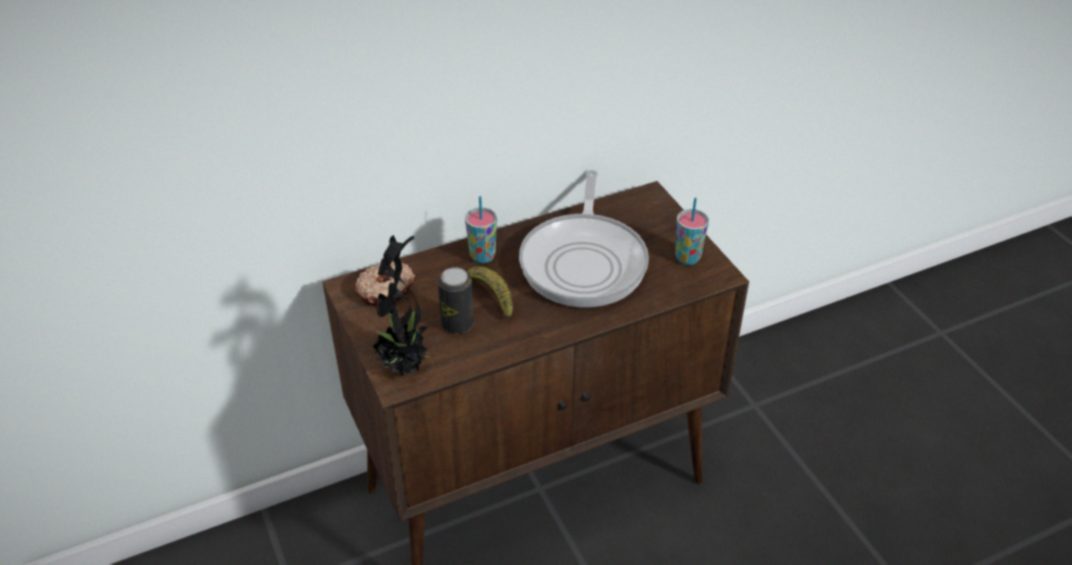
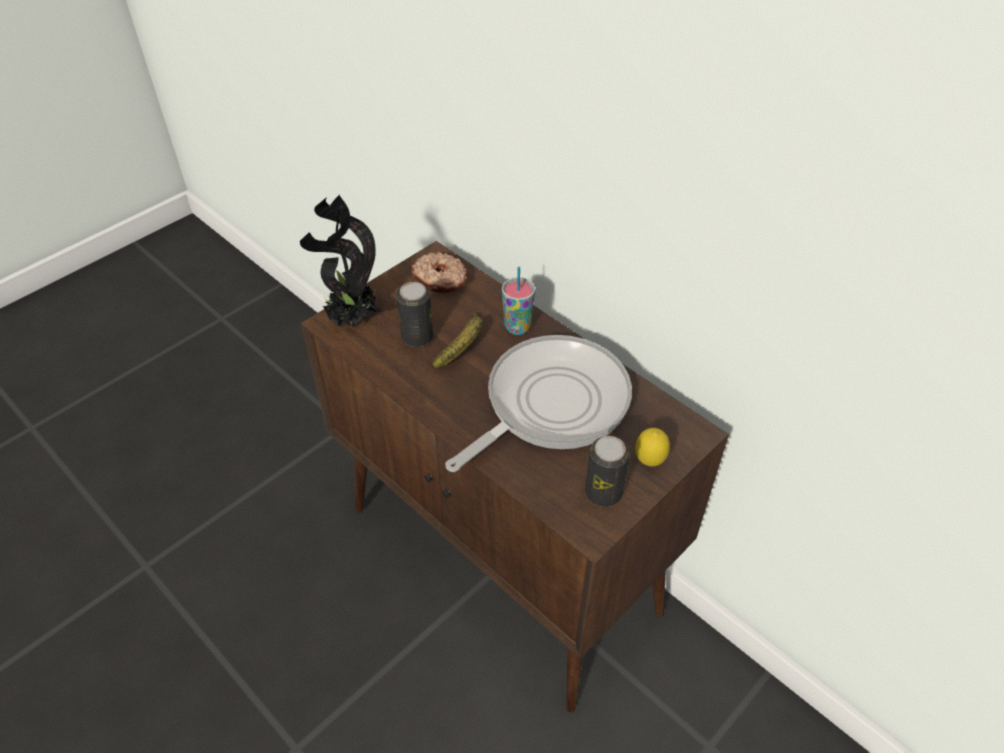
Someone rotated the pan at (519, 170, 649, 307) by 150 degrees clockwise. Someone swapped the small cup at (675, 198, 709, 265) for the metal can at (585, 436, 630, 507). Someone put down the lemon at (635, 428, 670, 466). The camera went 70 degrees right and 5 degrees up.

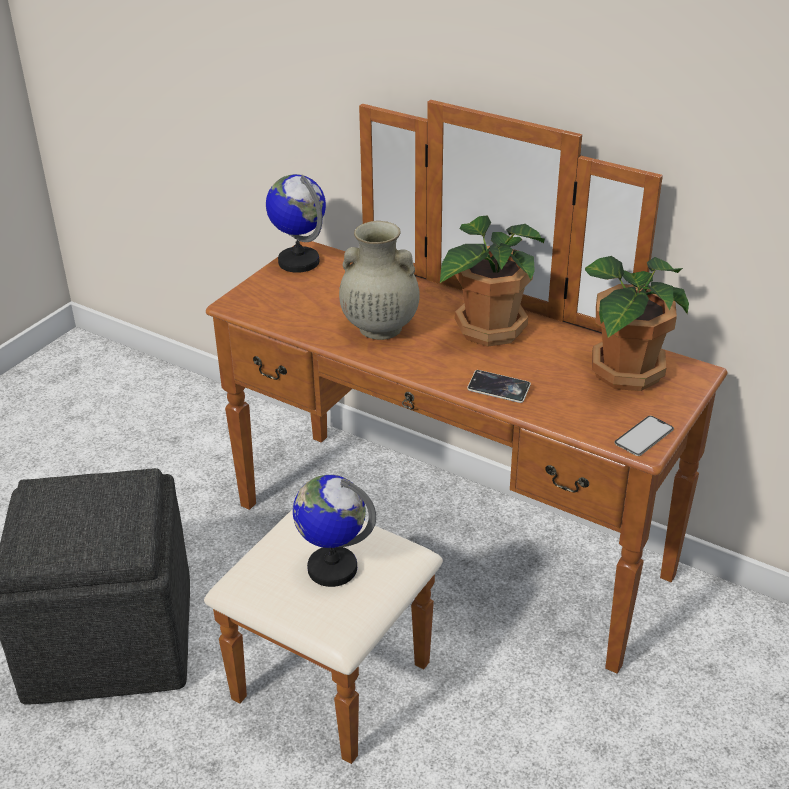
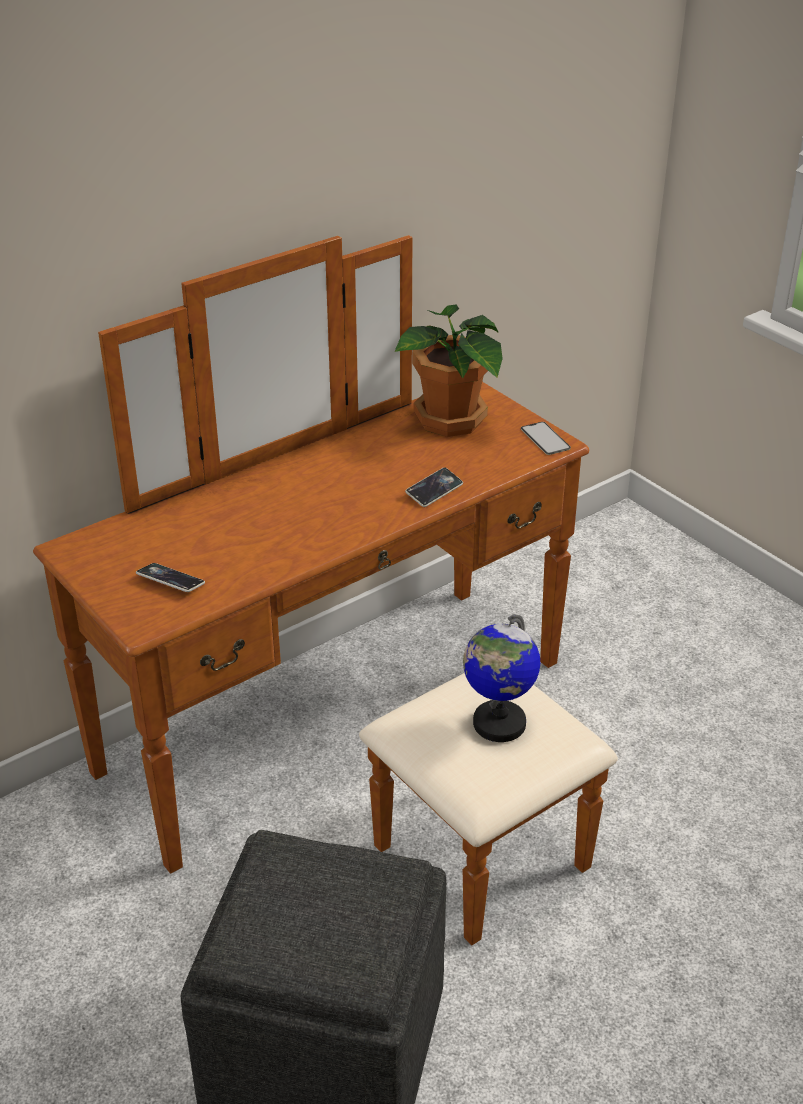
Someone put down the handset at (136, 563, 205, 592). Someone took away the globe at (266, 174, 326, 273). Someone took away the sand-coloured flower vase at (339, 221, 420, 340). Someone took away the potted plant at (440, 215, 545, 347). The camera went 70 degrees left and 0 degrees up.

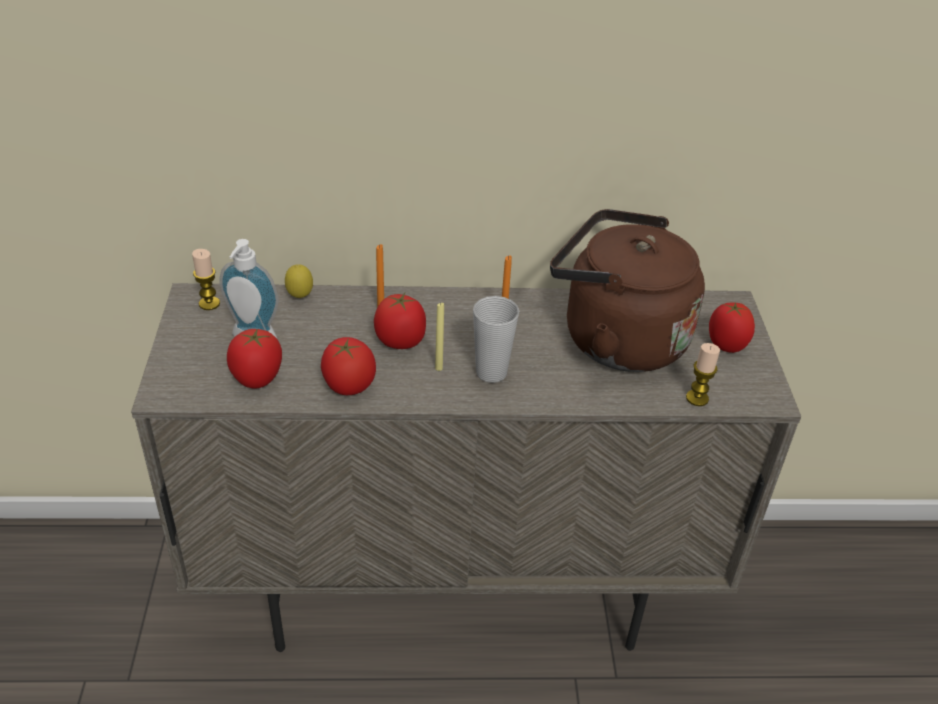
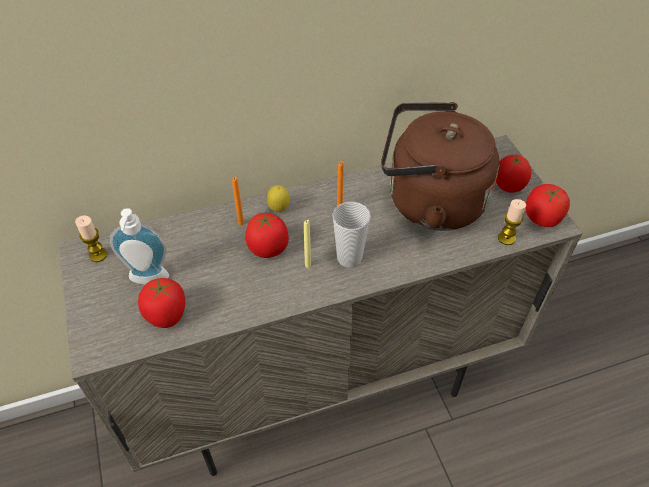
Someone carried the lemon from (285, 264, 313, 298) to (267, 185, 290, 212). Someone carried the whole tomato from (321, 337, 376, 395) to (525, 184, 570, 227). The camera went 15 degrees left and 10 degrees up.

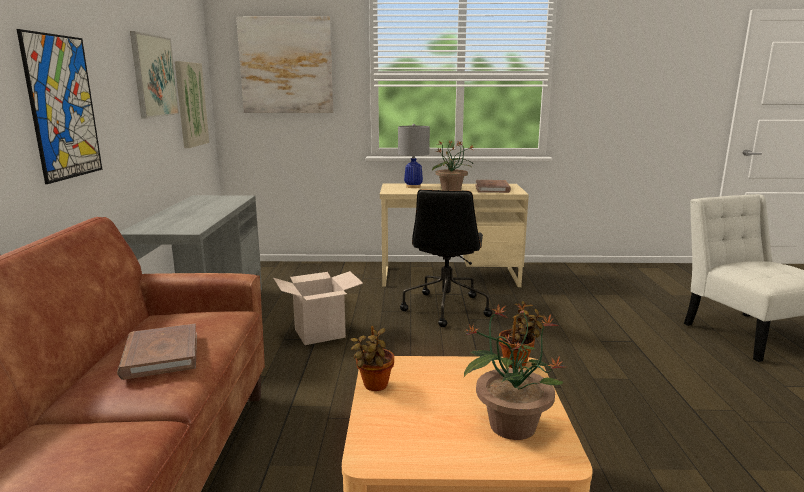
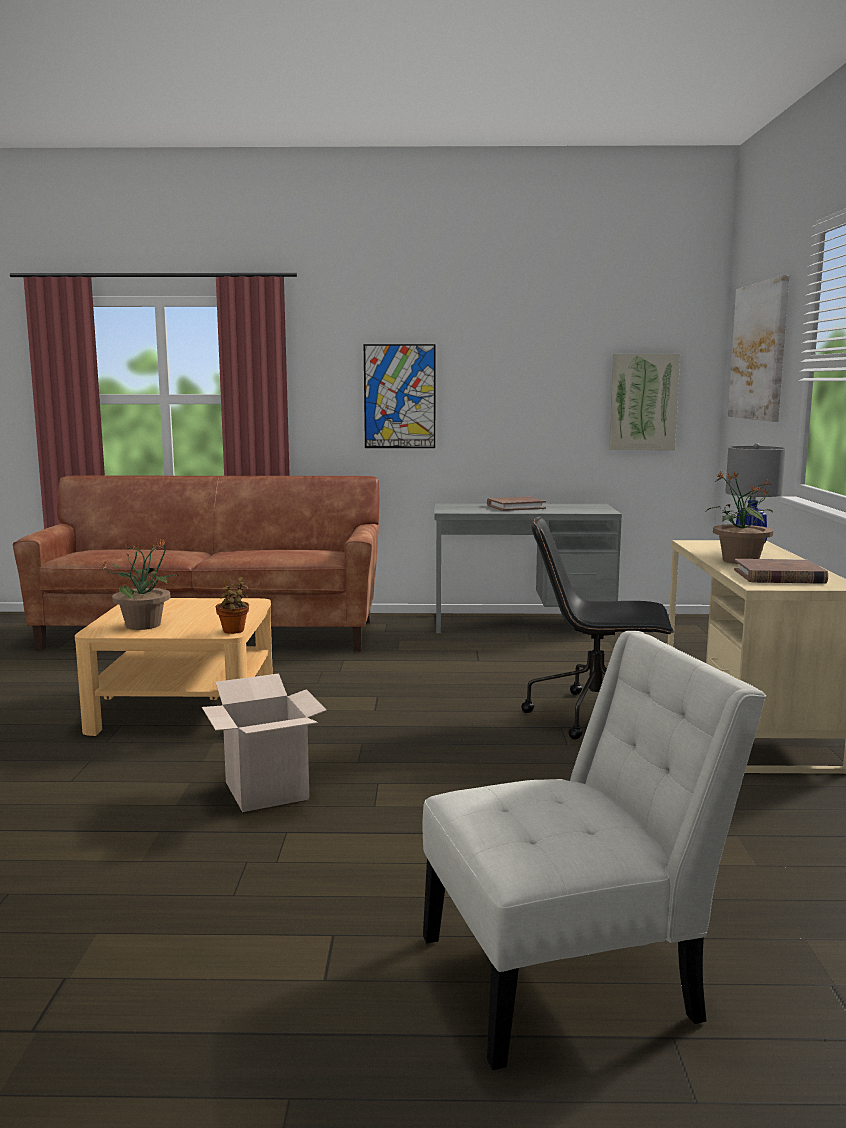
Someone carried the cardboard box from (273, 271, 363, 345) to (202, 673, 327, 812). Someone carried the brown-coloured bound book from (117, 324, 197, 380) to (487, 496, 546, 511). Someone took away the picture at (130, 31, 179, 119). Someone took away the potted plant at (350, 326, 394, 391). The camera went 90 degrees right and 5 degrees down.

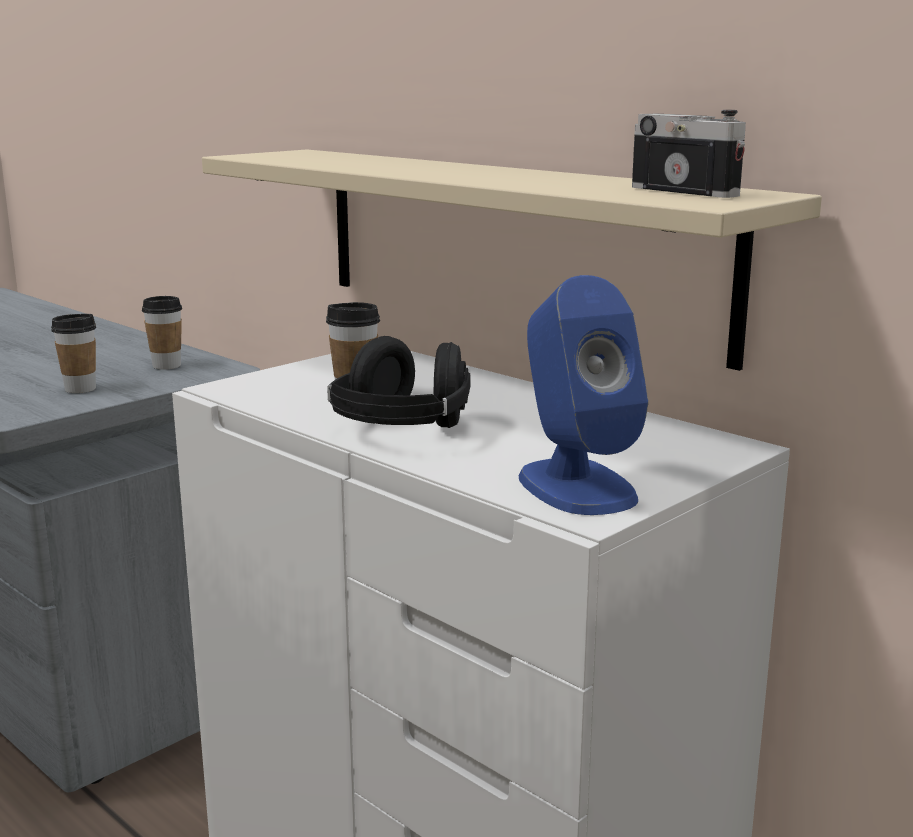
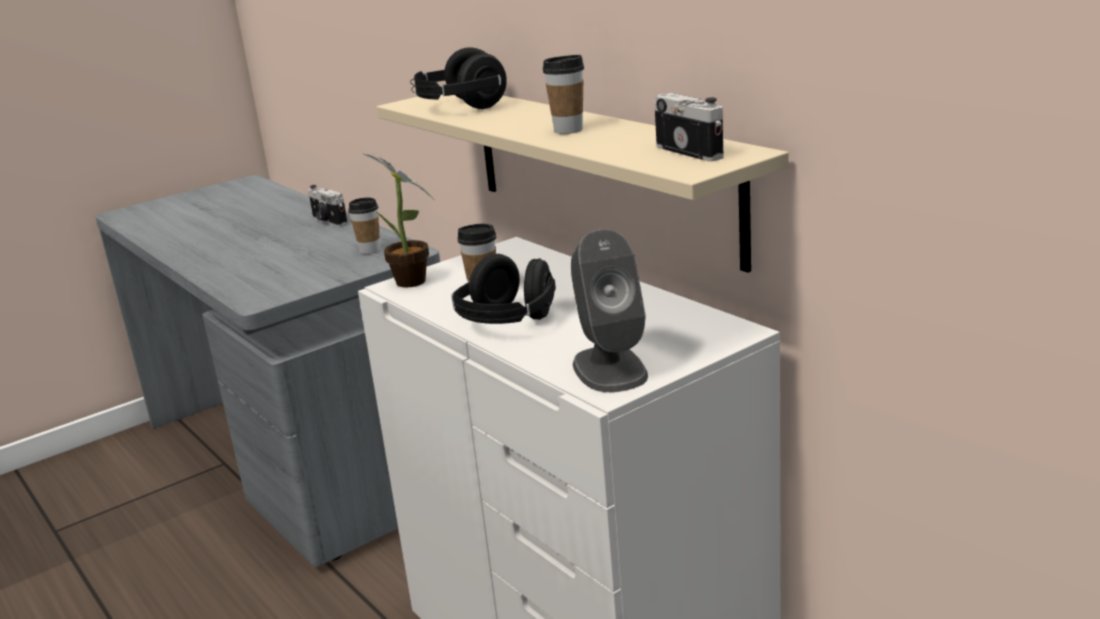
Someone put down the still camera at (308, 185, 348, 227). Someone put down the potted plant at (363, 153, 433, 288). Someone put down the black headset at (410, 47, 507, 109). Someone carried the small cup from (51, 314, 96, 393) to (543, 55, 584, 134). Someone repainted the blue-coloured speaker at (519, 275, 649, 515), which became the grey speaker at (571, 229, 648, 392). The camera went 10 degrees right and 5 degrees up.

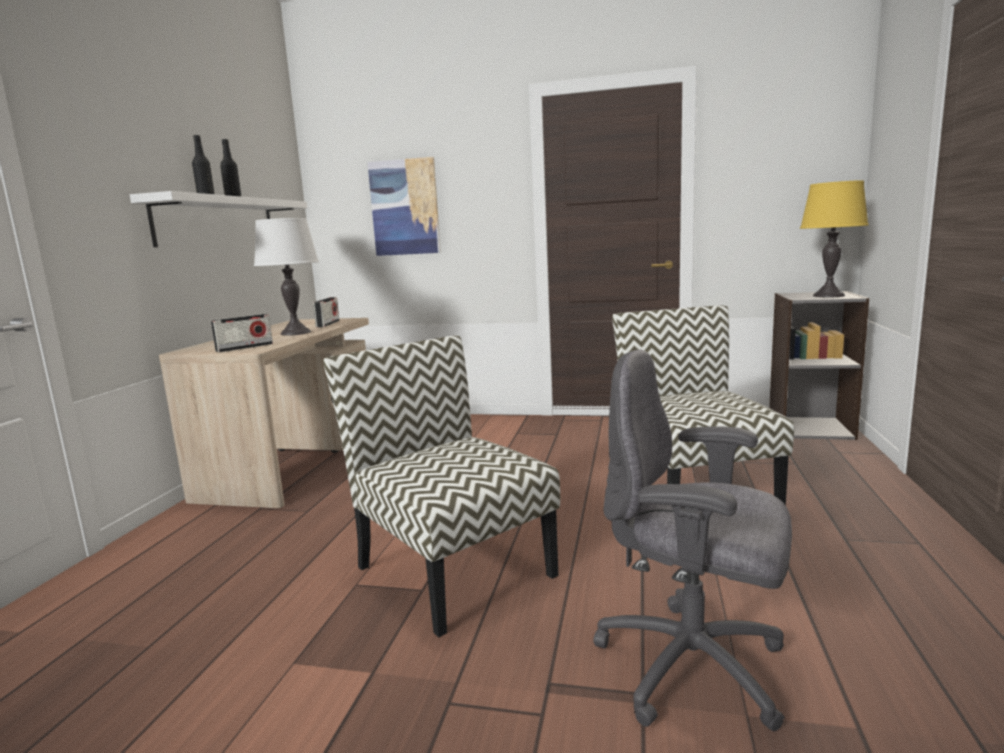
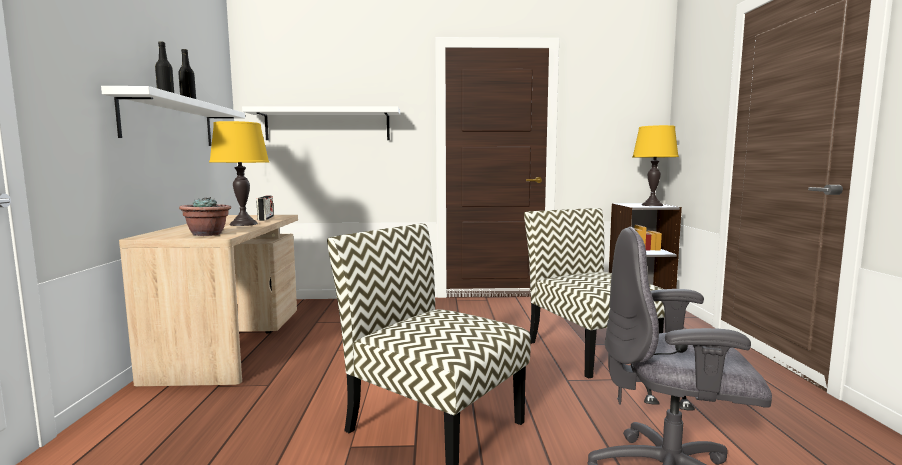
Someone swapped the radio receiver at (211, 314, 273, 352) for the potted plant at (179, 197, 231, 236). Someone repainted the white lamp for a table at (254, 218, 319, 336), which became the yellow-coloured lamp for a table at (209, 121, 269, 226). Someone swapped the picture at (367, 157, 441, 256) for the white wall shelf at (242, 106, 400, 140). The camera went 15 degrees left and 5 degrees down.

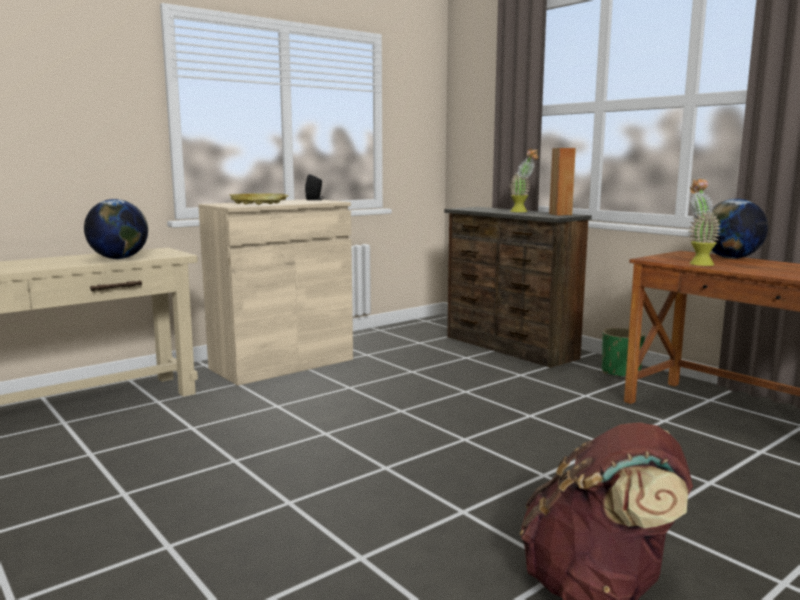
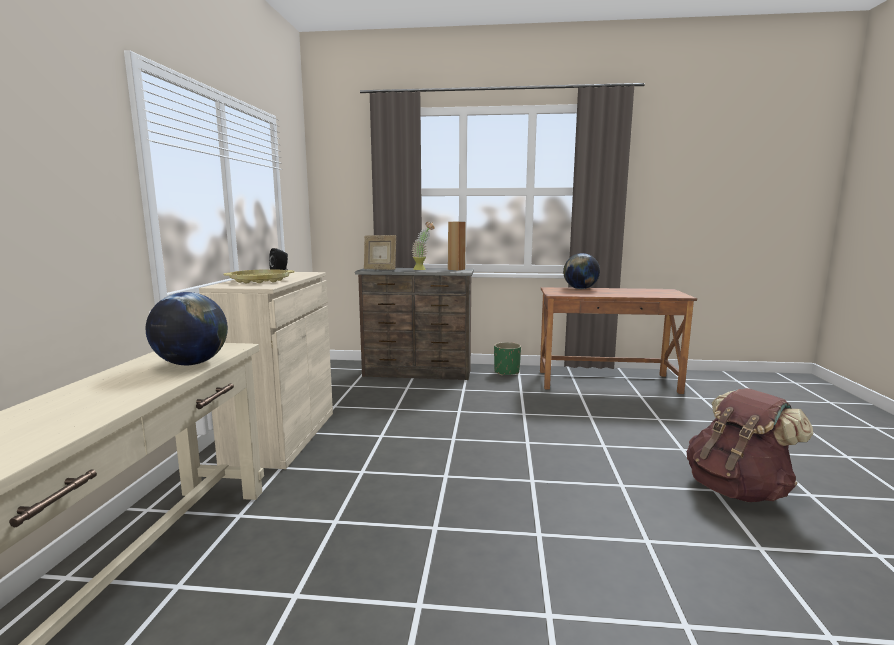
Someone put down the standing frame at (364, 235, 396, 270). Someone took away the potted plant at (689, 179, 721, 266). The camera went 45 degrees left and 0 degrees up.

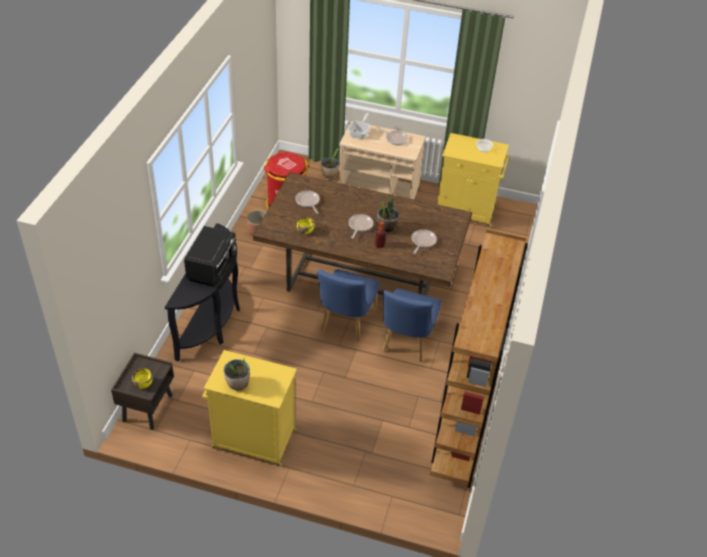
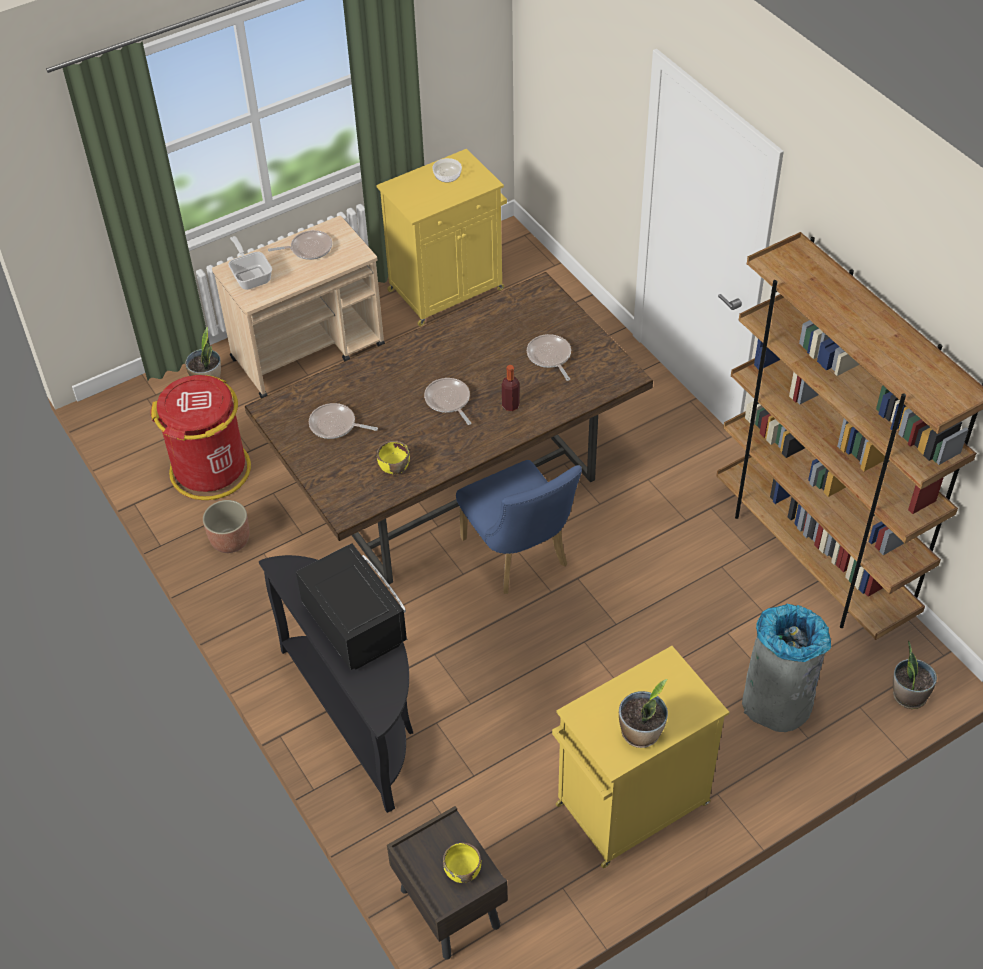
Someone put down the grey waste bin at (742, 603, 831, 732). Someone carried the potted plant from (377, 195, 399, 234) to (893, 641, 937, 709). Someone took away the blue-coloured upright chair at (382, 288, 442, 362). The camera went 45 degrees left and 5 degrees up.

